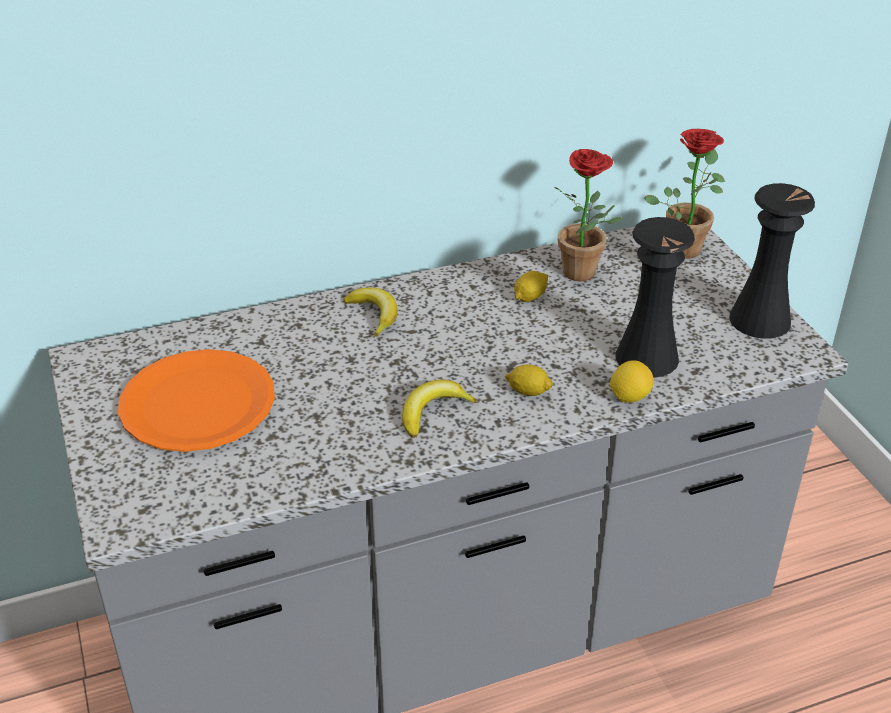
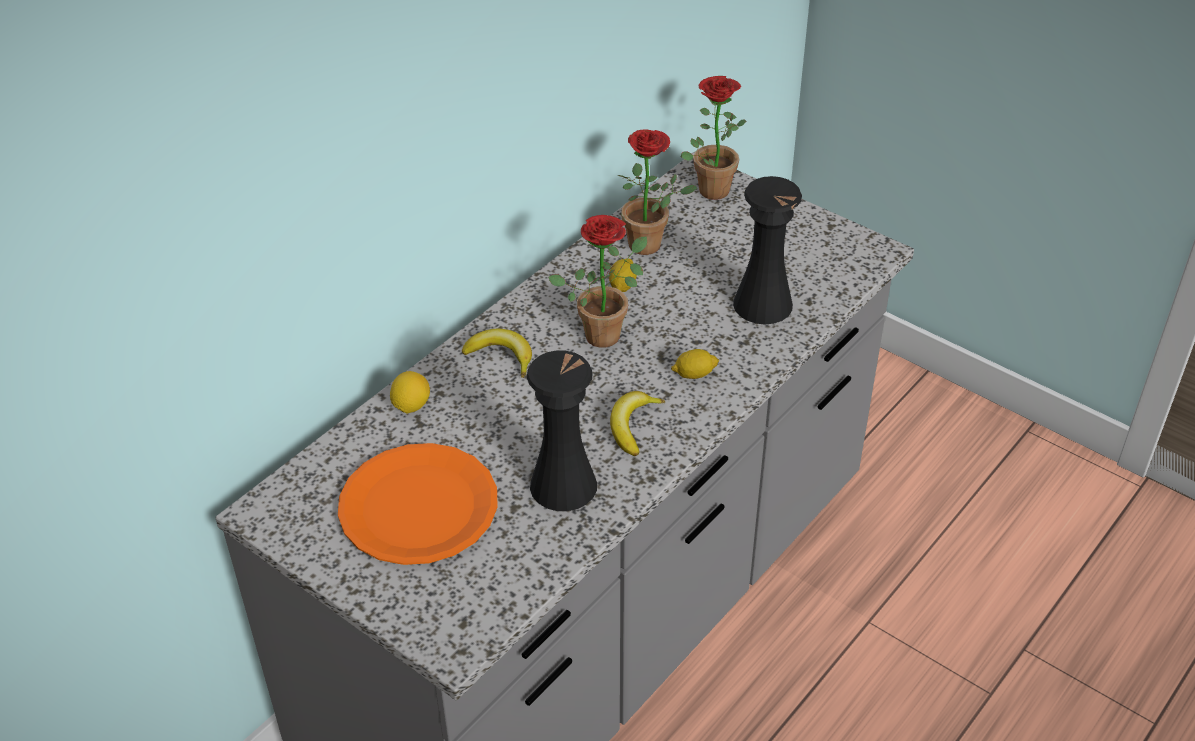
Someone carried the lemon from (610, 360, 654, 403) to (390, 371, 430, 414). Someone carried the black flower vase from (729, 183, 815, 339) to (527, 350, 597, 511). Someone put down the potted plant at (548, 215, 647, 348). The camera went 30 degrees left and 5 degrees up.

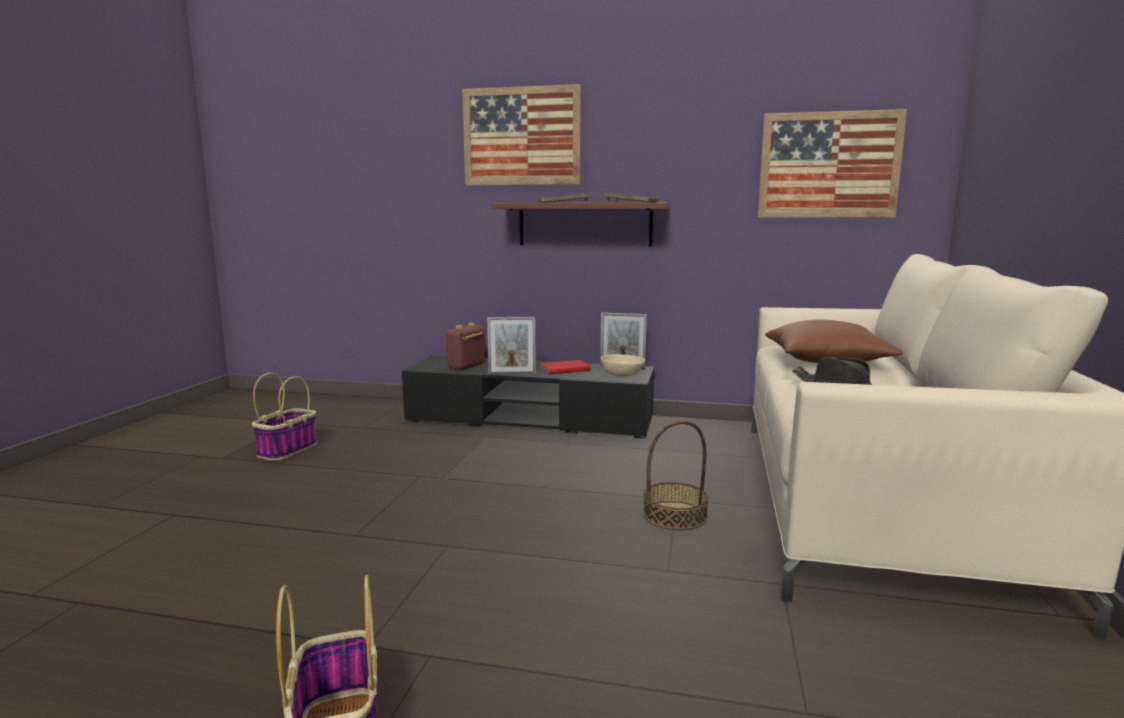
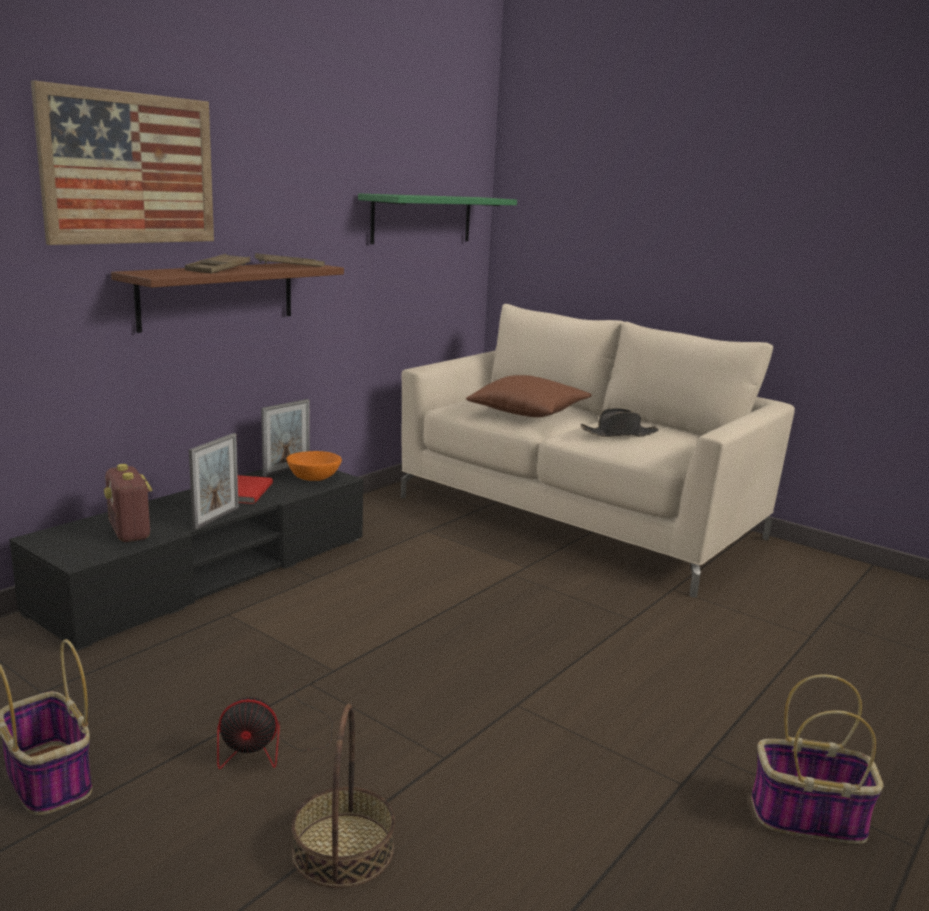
Someone put down the electric fan at (217, 687, 333, 769). Someone repainted the sand-coloured serving bowl at (601, 354, 645, 377), which became the orange serving bowl at (286, 451, 342, 481). Someone carried the storage basket from (643, 420, 709, 530) to (292, 704, 395, 888). Someone swapped the picture at (758, 109, 907, 218) for the green-coloured wall shelf at (358, 194, 517, 244). The camera went 65 degrees left and 5 degrees up.

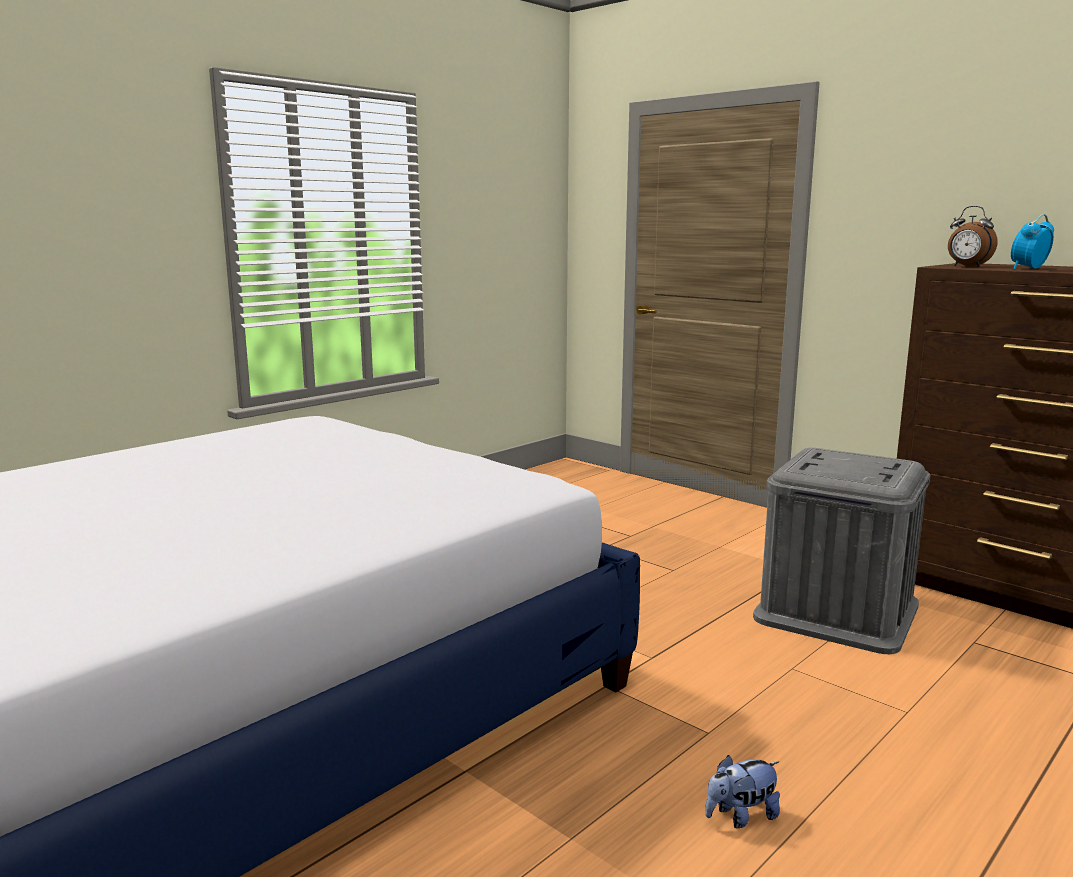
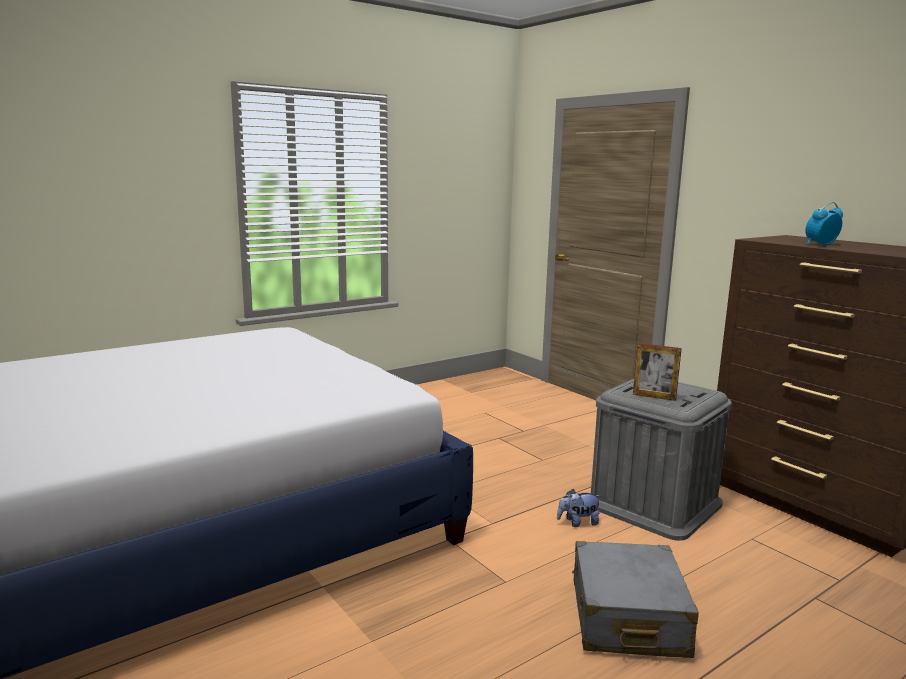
Someone carried the plush toy from (705, 755, 780, 828) to (557, 489, 601, 527). Someone put down the grey suitcase at (572, 541, 699, 658). Someone put down the standing frame at (633, 343, 682, 401). Someone took away the table clock at (948, 206, 997, 267). The camera went 10 degrees right and 0 degrees up.

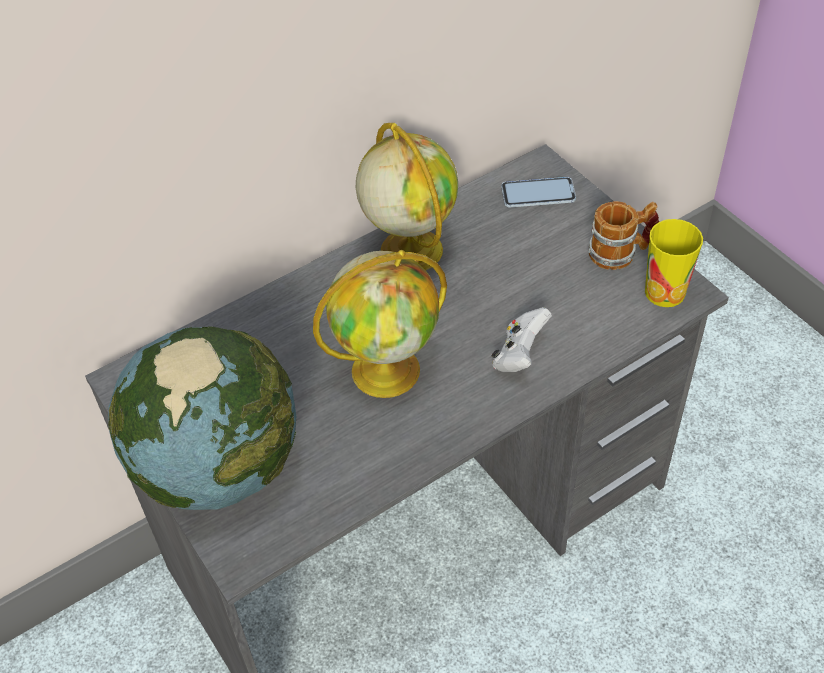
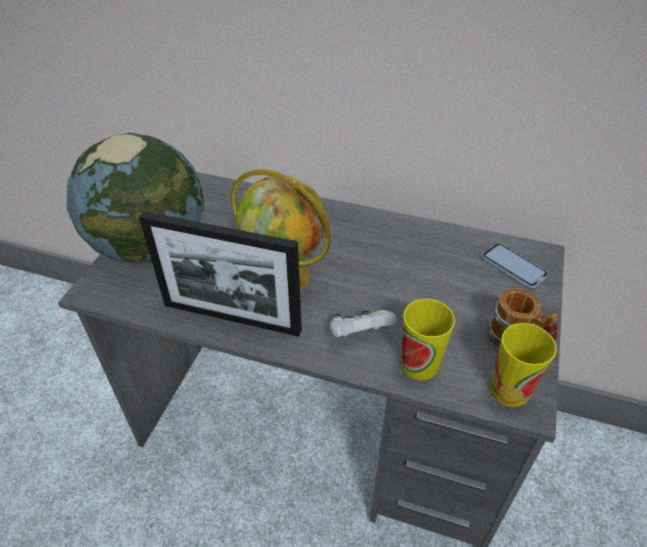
Someone put down the standing frame at (139, 211, 302, 337). Someone put down the small cup at (401, 299, 455, 380). Someone took away the globe at (356, 123, 458, 270). The camera went 50 degrees right and 5 degrees down.

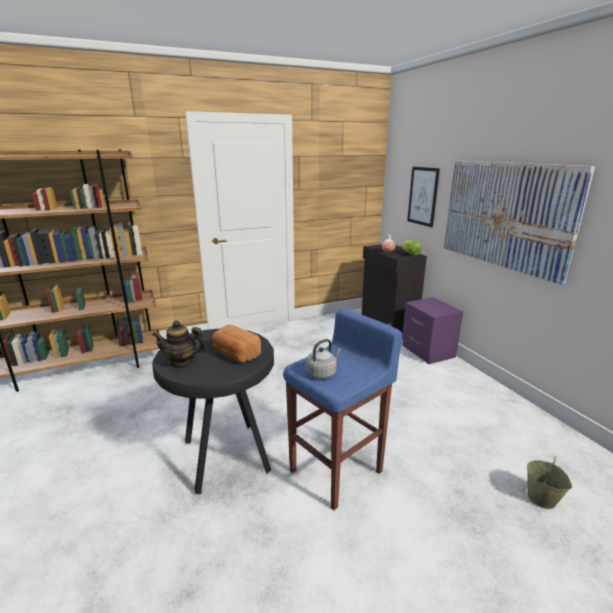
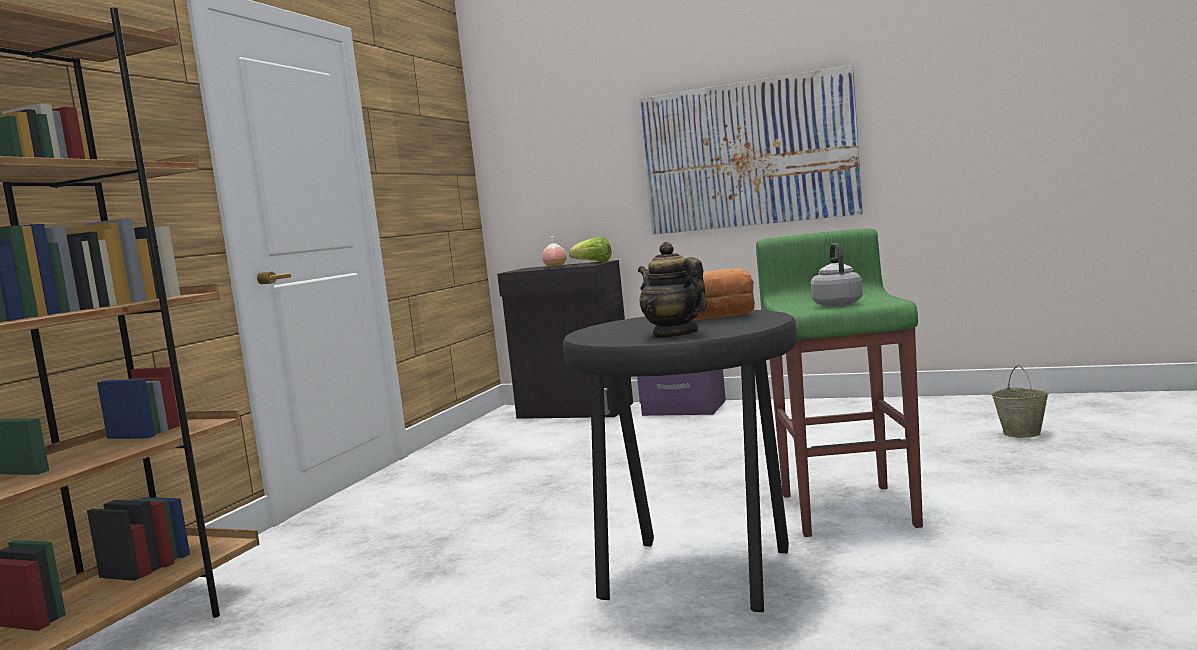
Someone rotated the teapot at (152, 320, 206, 369) by 105 degrees clockwise. Someone repainted the blue-coloured stool seat at (283, 309, 403, 510), which became the green-coloured stool seat at (756, 228, 923, 537). Someone took away the picture at (407, 167, 440, 227). The camera went 45 degrees left and 15 degrees down.

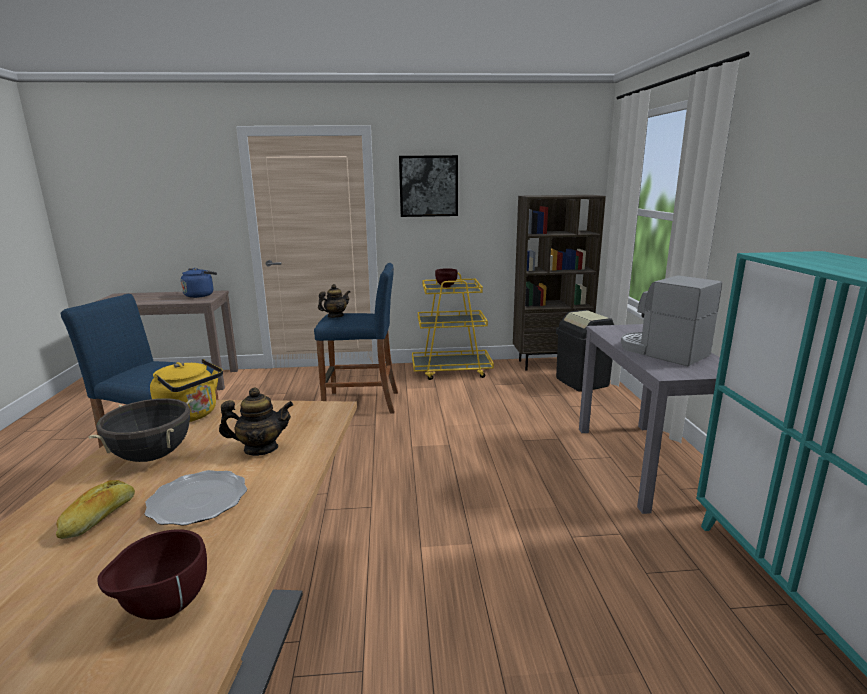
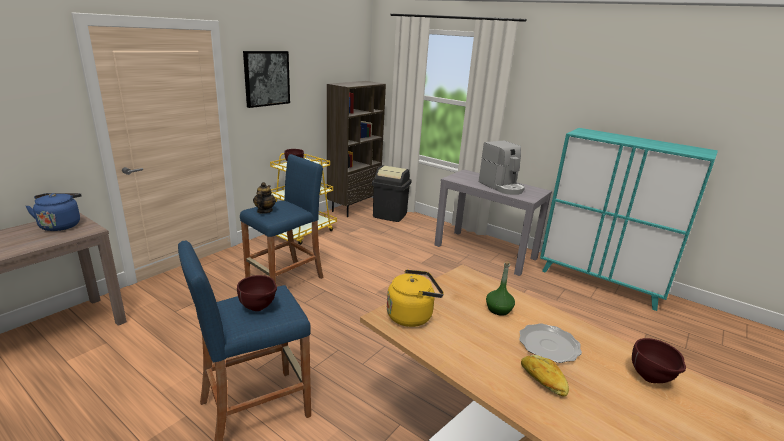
Someone put down the brown-coloured serving bowl at (237, 275, 277, 311). Someone rotated the coffee brewer at (621, 275, 722, 366) by 120 degrees counterclockwise. Someone swapped the teapot at (219, 387, 294, 456) for the green-coloured bottle at (486, 261, 515, 316). Someone took away the black saucepot at (88, 398, 193, 462). The camera went 50 degrees left and 5 degrees up.

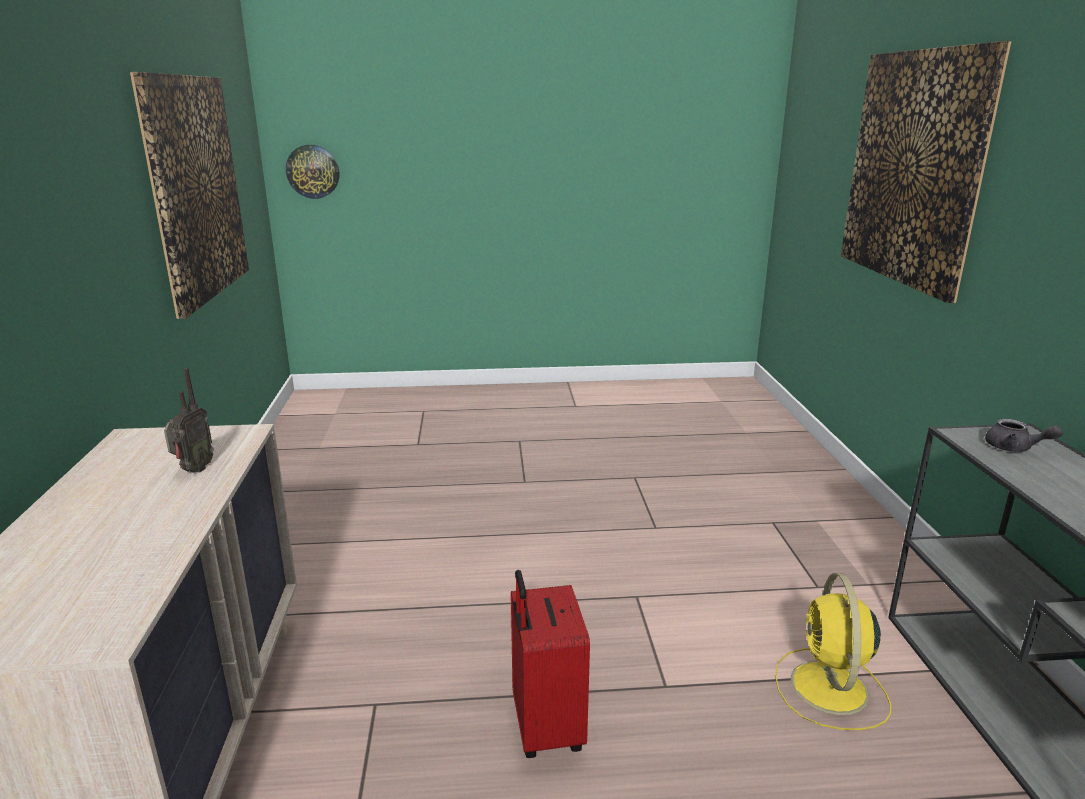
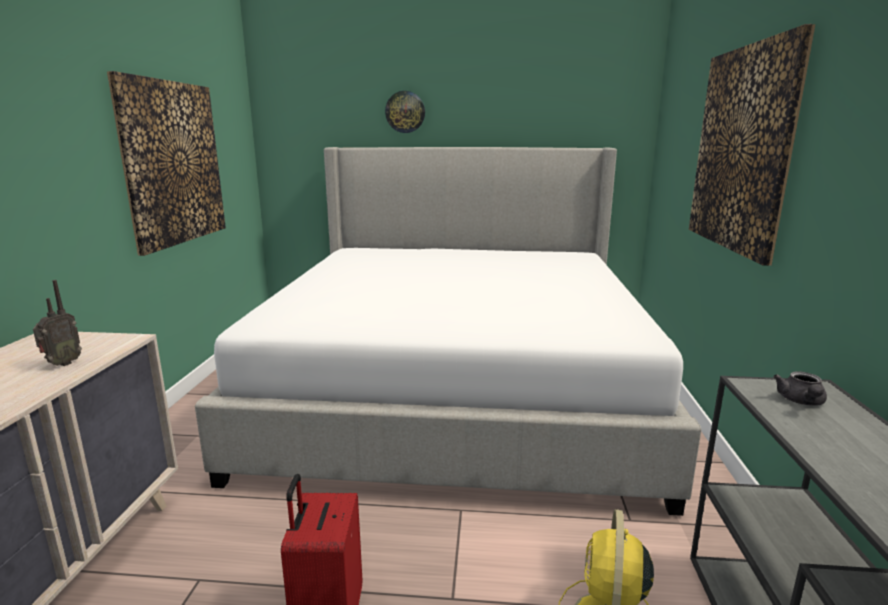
Someone put down the bedroom bed at (195, 147, 701, 516). Someone carried the hanging clock from (286, 145, 339, 199) to (385, 91, 425, 133). Someone rotated the grey teapot at (985, 419, 1063, 452) by 60 degrees clockwise. The camera went 10 degrees right and 5 degrees down.

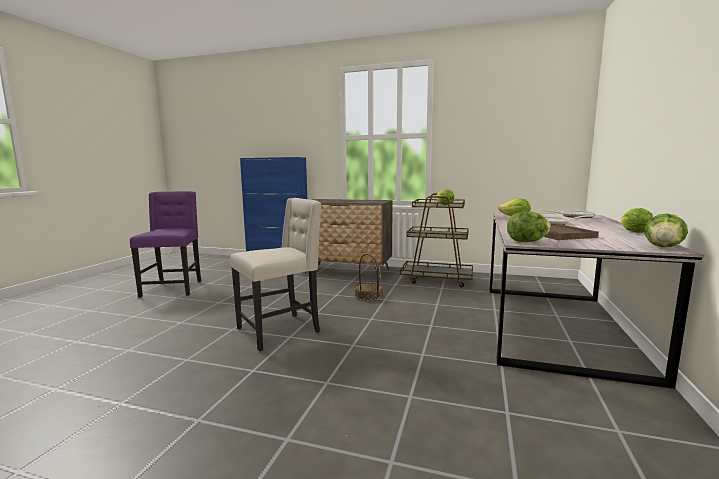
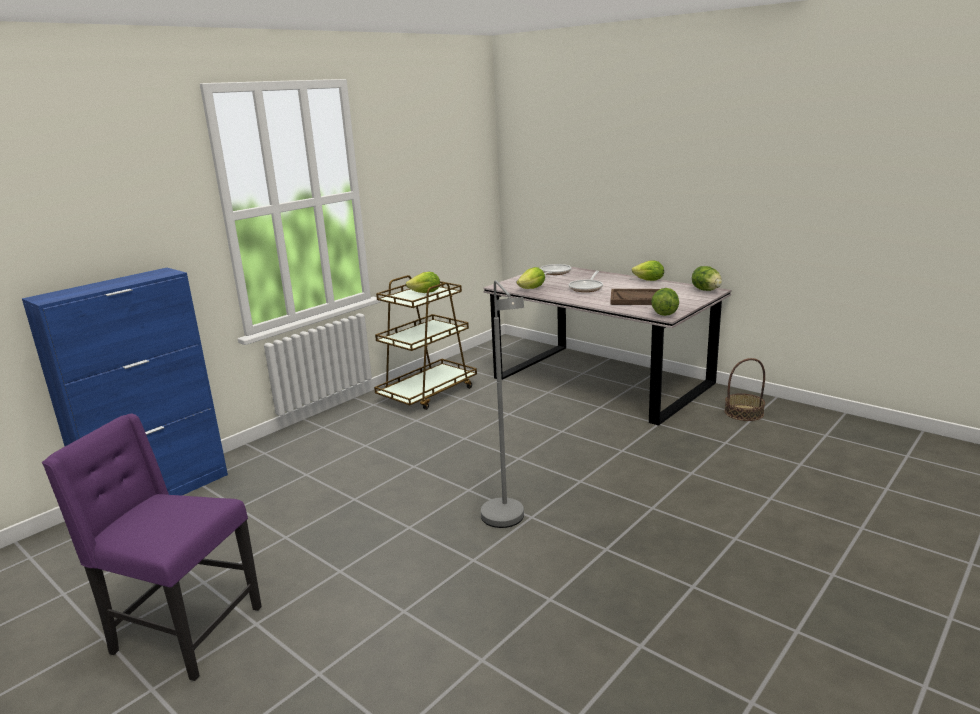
Someone swapped the sand-coloured upright chair at (230, 198, 322, 351) for the grey standard lamp at (481, 280, 524, 528). Someone carried the storage basket from (355, 253, 383, 301) to (724, 358, 765, 421). Someone took away the chest of drawers at (303, 199, 393, 281). The camera went 65 degrees left and 10 degrees up.

